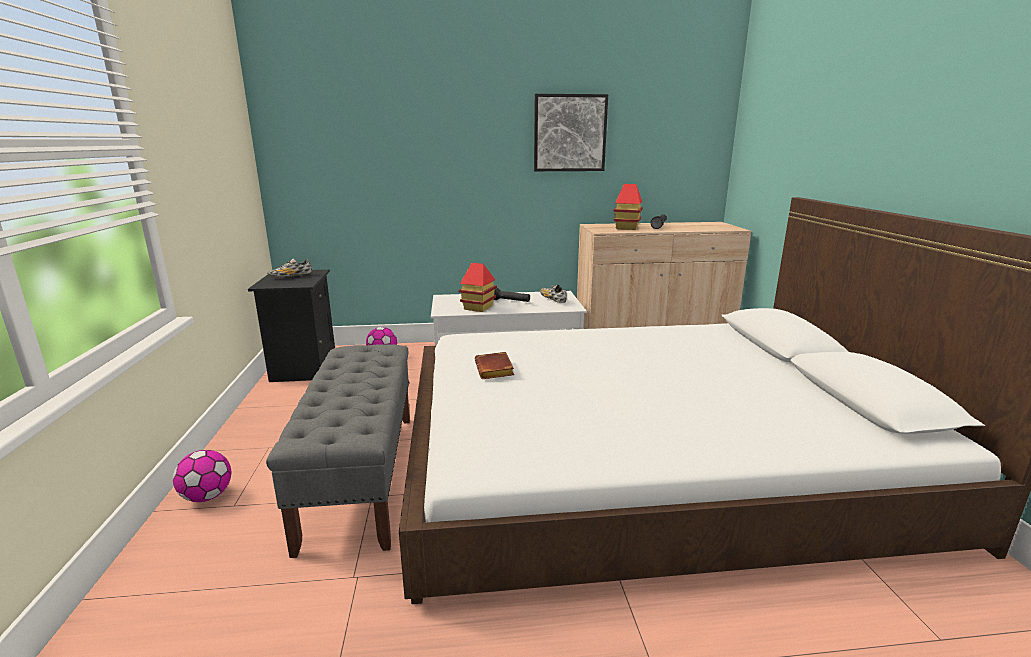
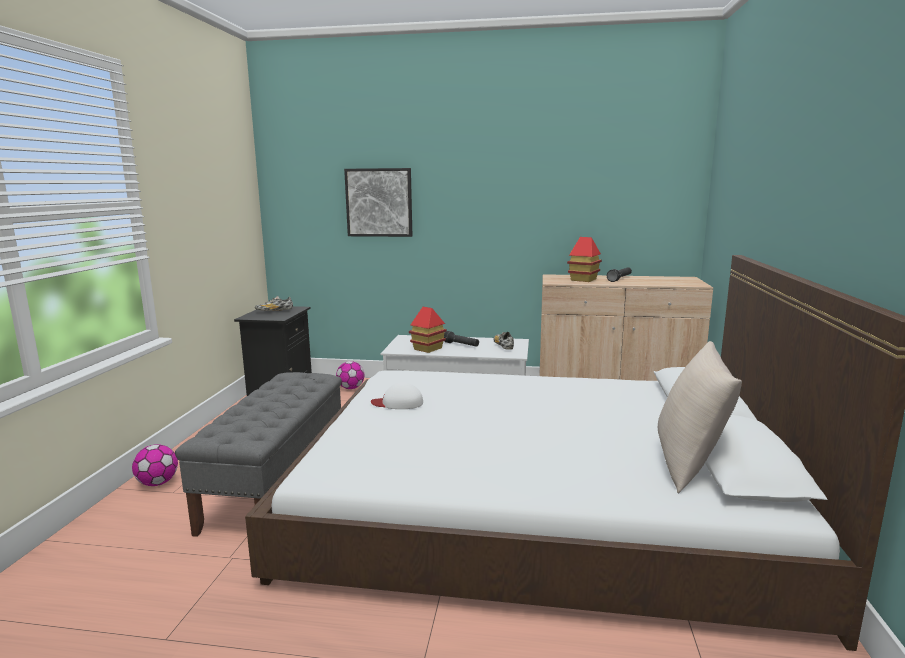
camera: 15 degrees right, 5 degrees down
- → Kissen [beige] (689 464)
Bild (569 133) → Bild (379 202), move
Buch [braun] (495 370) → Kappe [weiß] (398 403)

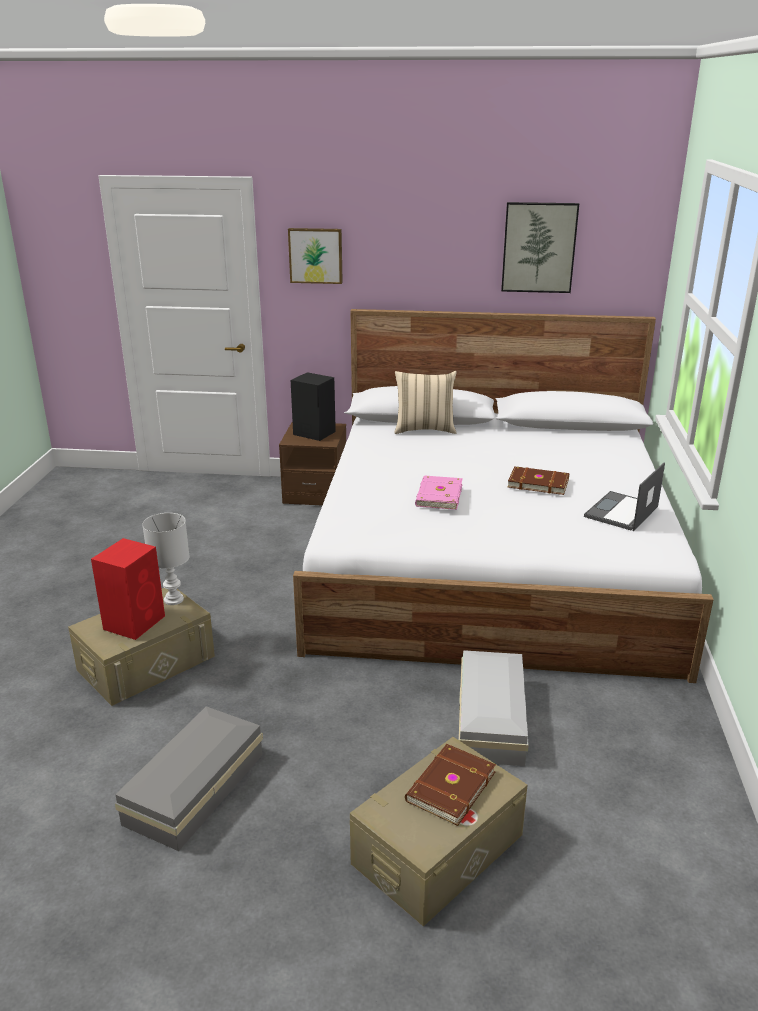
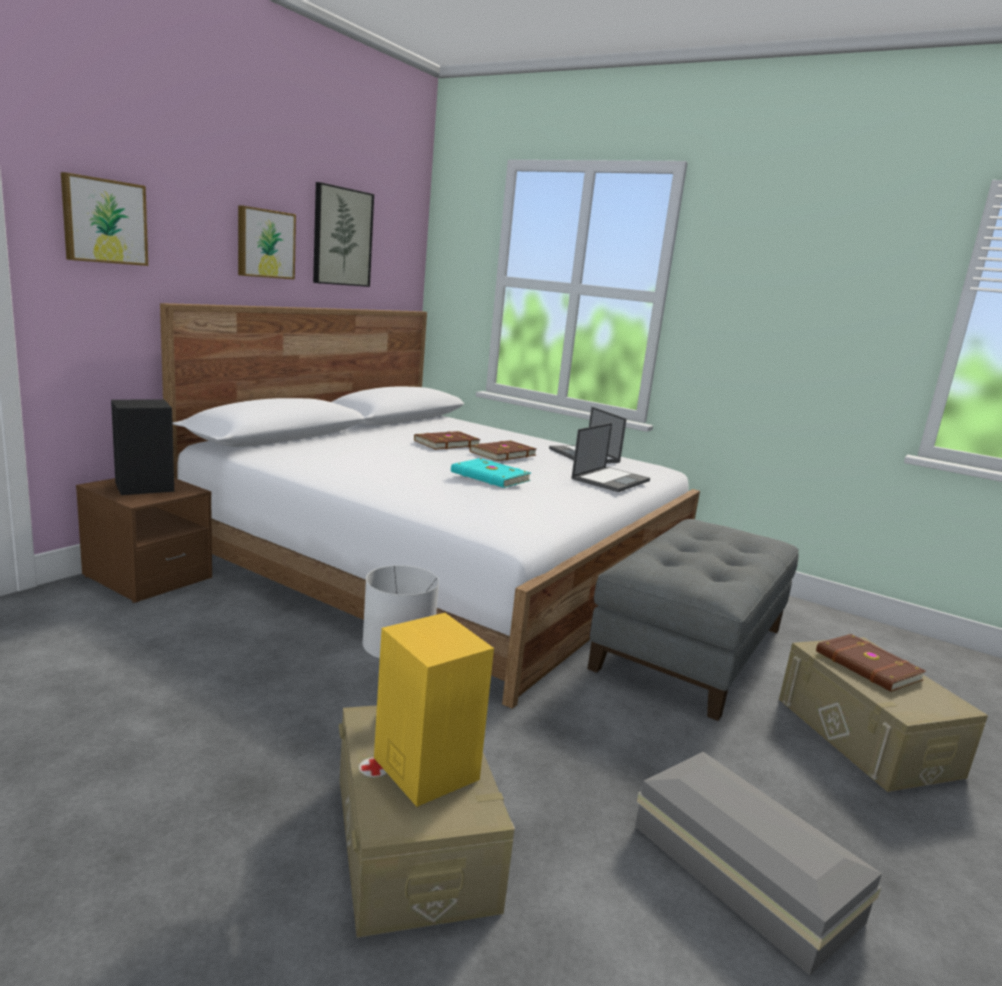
camera: 65 degrees left, 10 degrees down
Kissen [beige] (424 429) → -
- → Bild (265 243)
- → Buch [braun] (446 443)
- → Laptop (611 479)
Aufbewahrungsbox [weiß] (492 717) → Polsterhocker [grau] (689 647)
Lautsprecher [rot] (135 622) → Lautsprecher [gelb] (424 767)
Buch [rosa] (438 495) → Buch [türkis] (489 477)

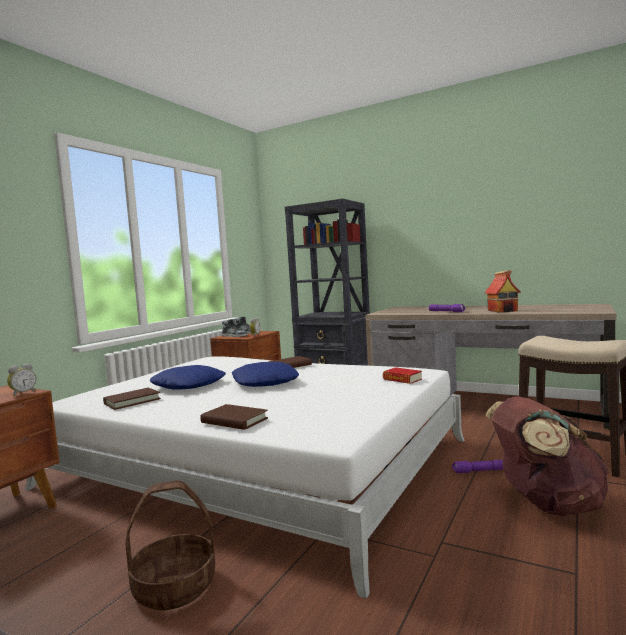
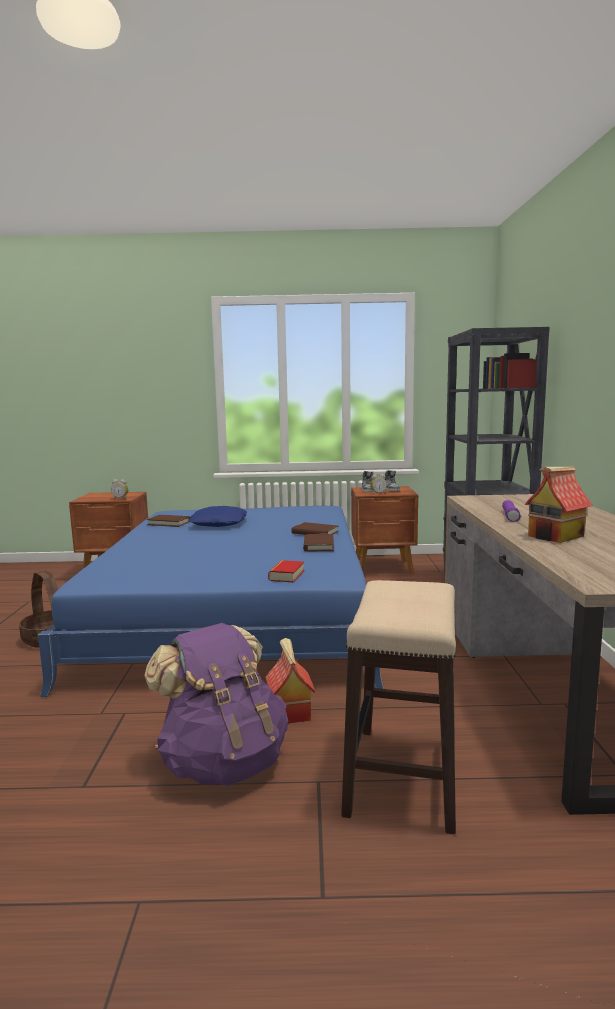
camera: 60 degrees right, 5 degrees up
Kissen [blau] (265 382) → -
Buch [braun] (234 420) → Buch [braun] (318 545), move
Taschenlampe [lila] (479 471) → Spielzeughaus (289 711)
Bett [weiß] (258 463) → Bett [blau] (237 610)
Rucksack [braun] (546 504) → Rucksack [lila] (223 762)

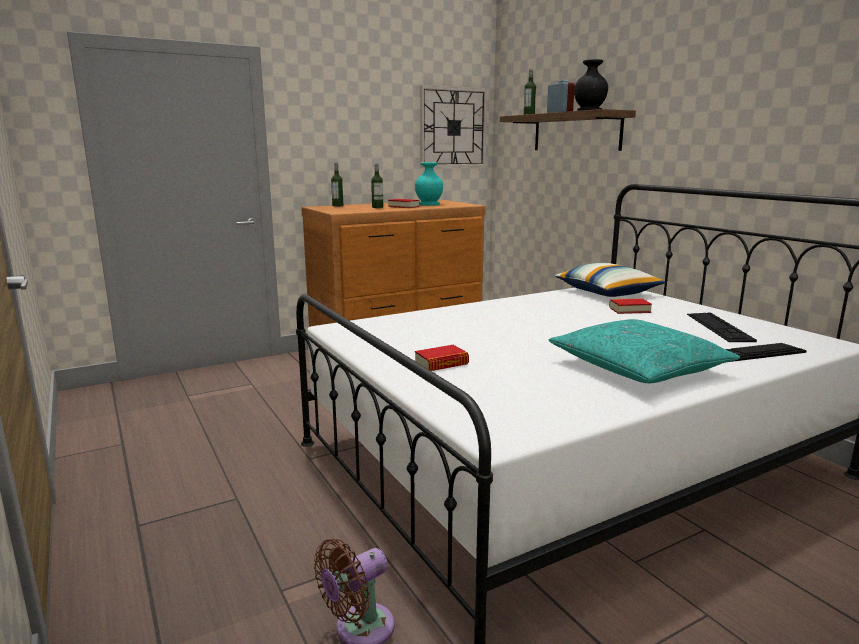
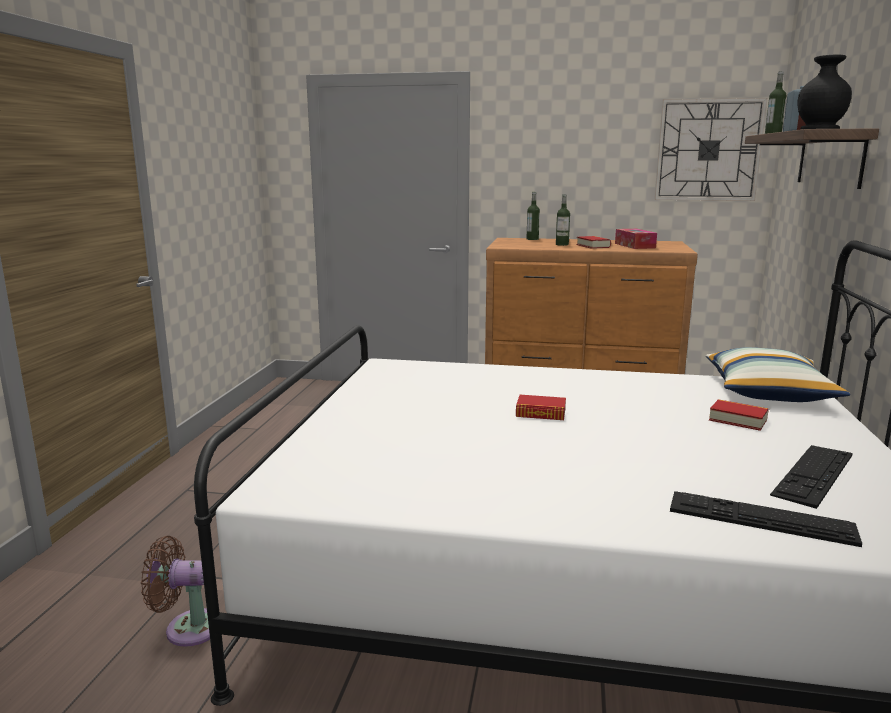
camera: 40 degrees right, 0 degrees up
Kissen [türkis] (638 368) → -
Buch (441 363) → Buch (540 413), move
Vase [türkis] (429 204) → Taschentuchbox (634 245)

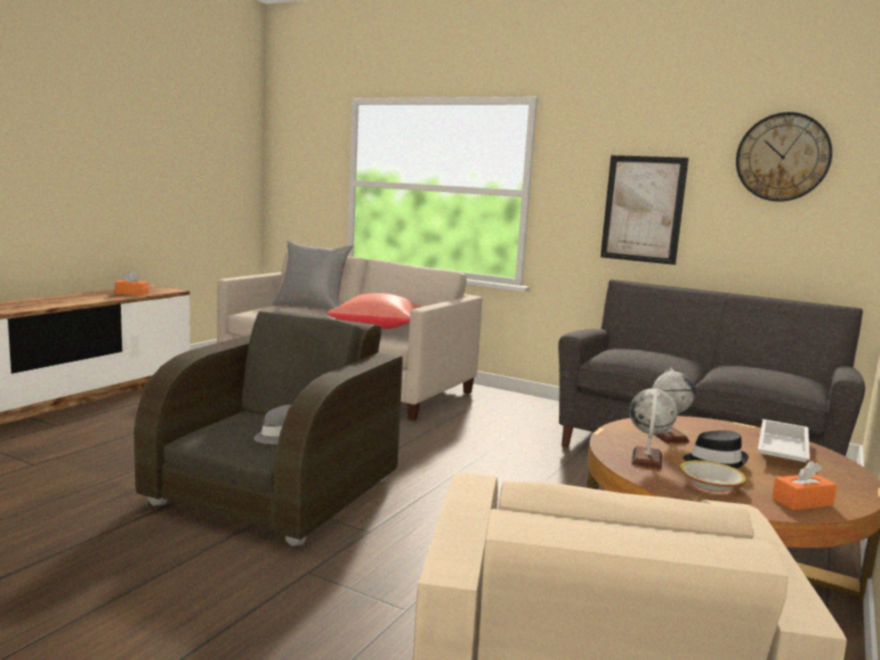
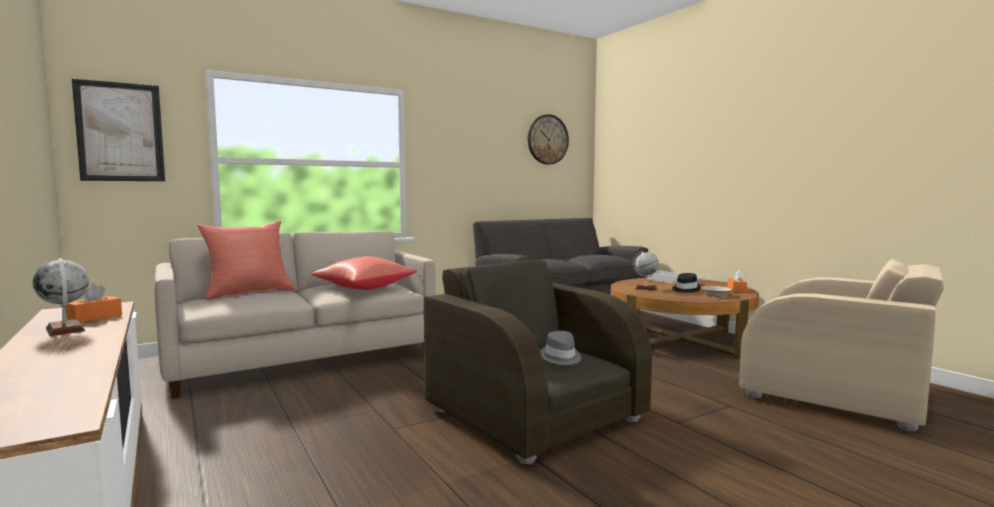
camera: 60 degrees left, 5 degrees down
Bild (643 209) → Bild (120 132), move
Globus (647 459) → Globus (65 329), move
Kissen [grau] (311 308) → Kissen [rot] (248 293)

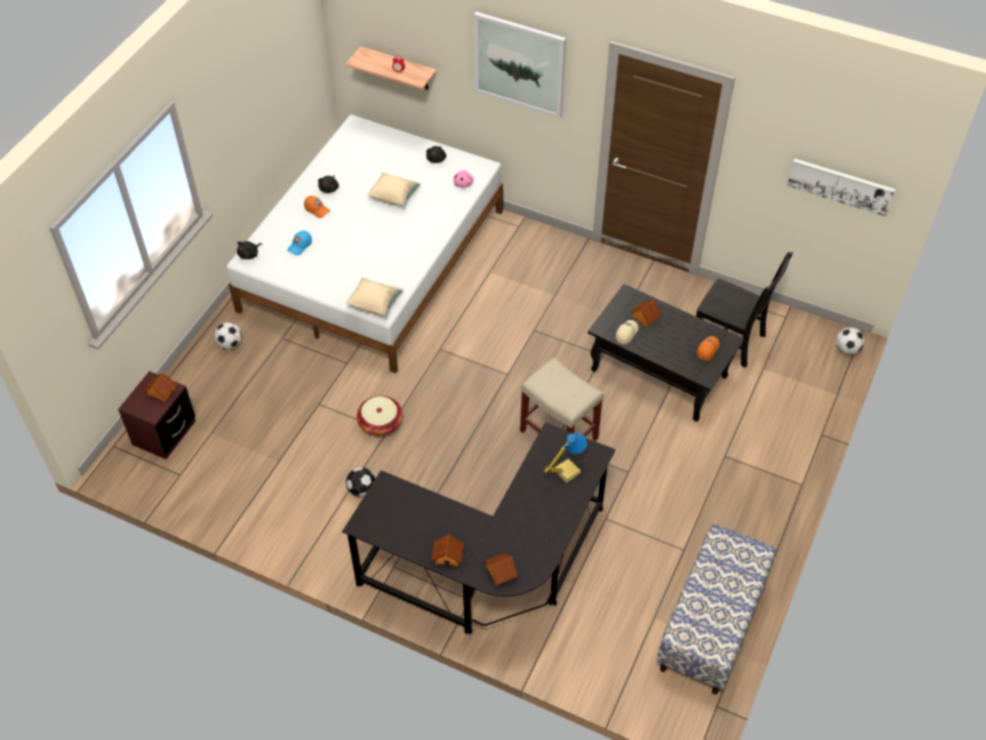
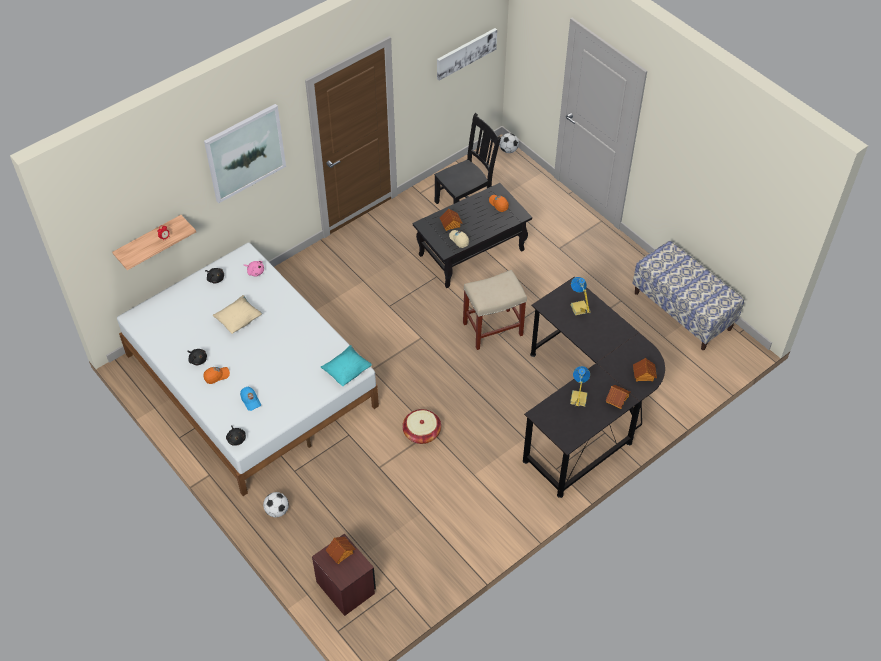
camera: 65 degrees left, 0 degrees up
Fußball (361 490) → -
- → Tischlampe (577 399)
Kissen [beige] (375 304) → Kissen [türkis] (347 371)

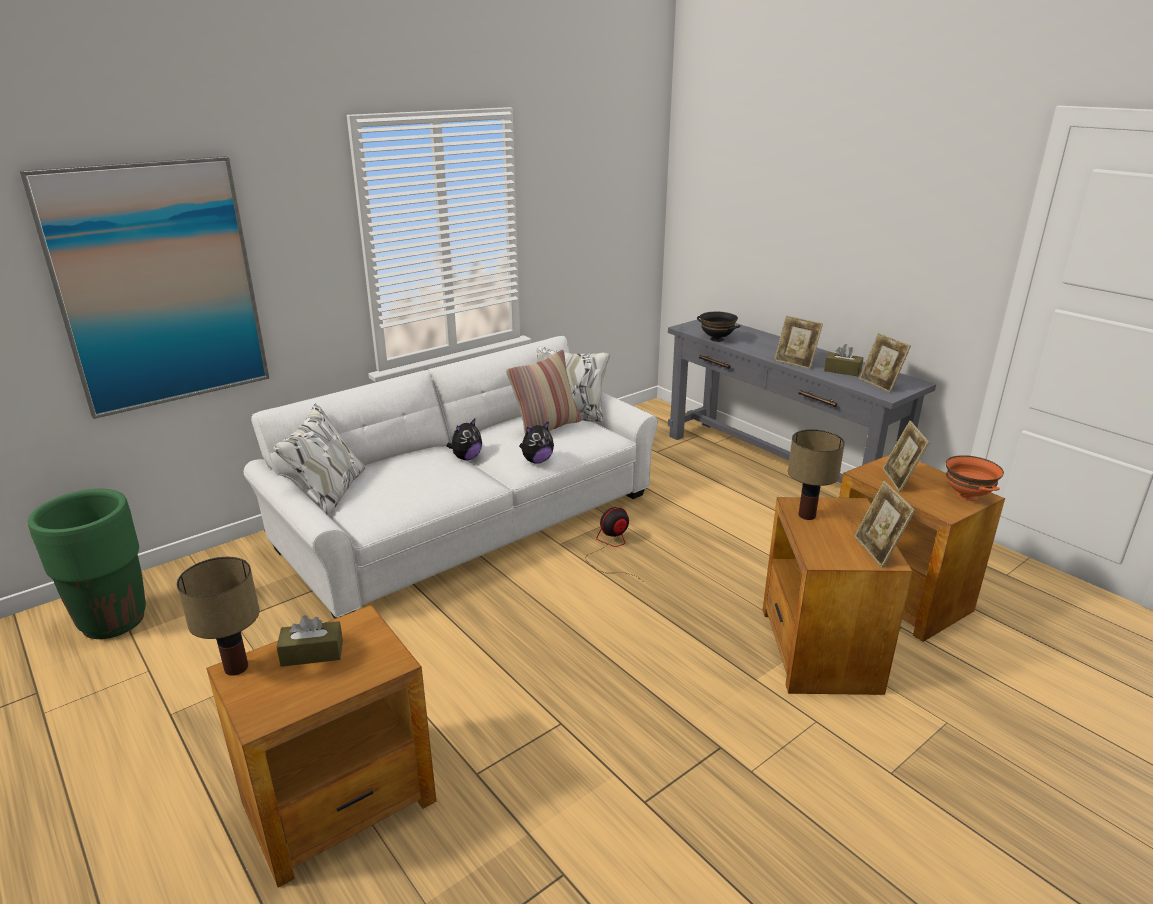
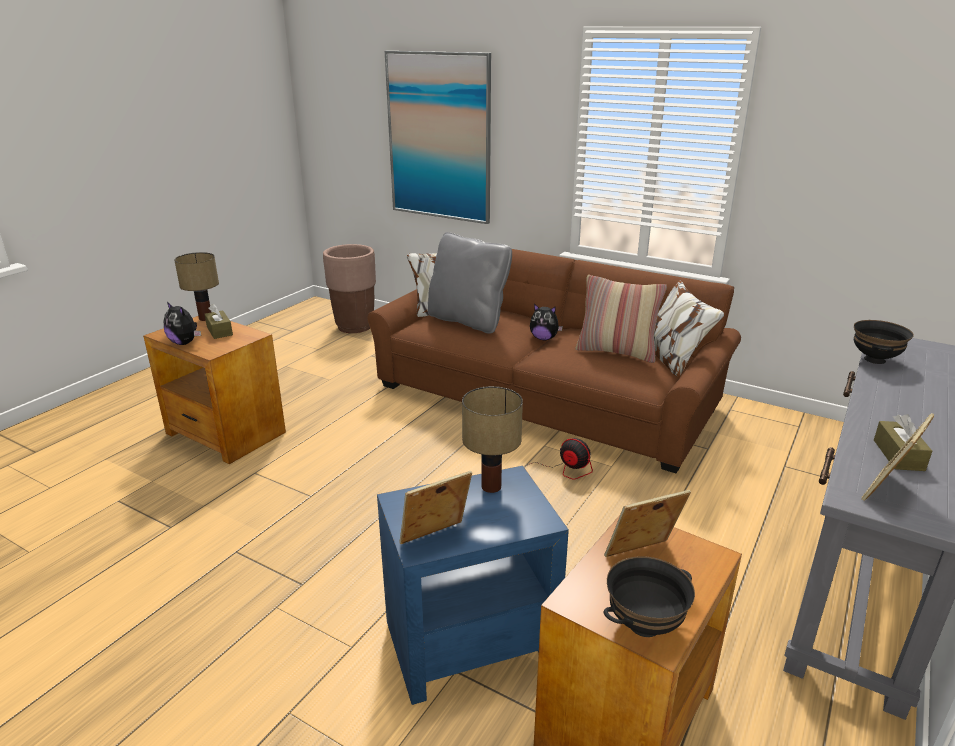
camera: 70 degrees right, 0 degrees up
Bilderrahmen (795 363) → -
- → Kissen [grau] (468 321)
Plüschtier (537 461) → Plüschtier (185 343), move
Pflanzkübel [grün] (113 622) → Pflanzkübel [braun] (354 327)
Sofa [weiß] (470 520) → Sofa [braun] (544 397)
Beistelltisch [braun] (818 650) → Beistelltisch [blau] (468 641)
Schüssel [orange] (966 496) → Schüssel [schwarz] (644 624)

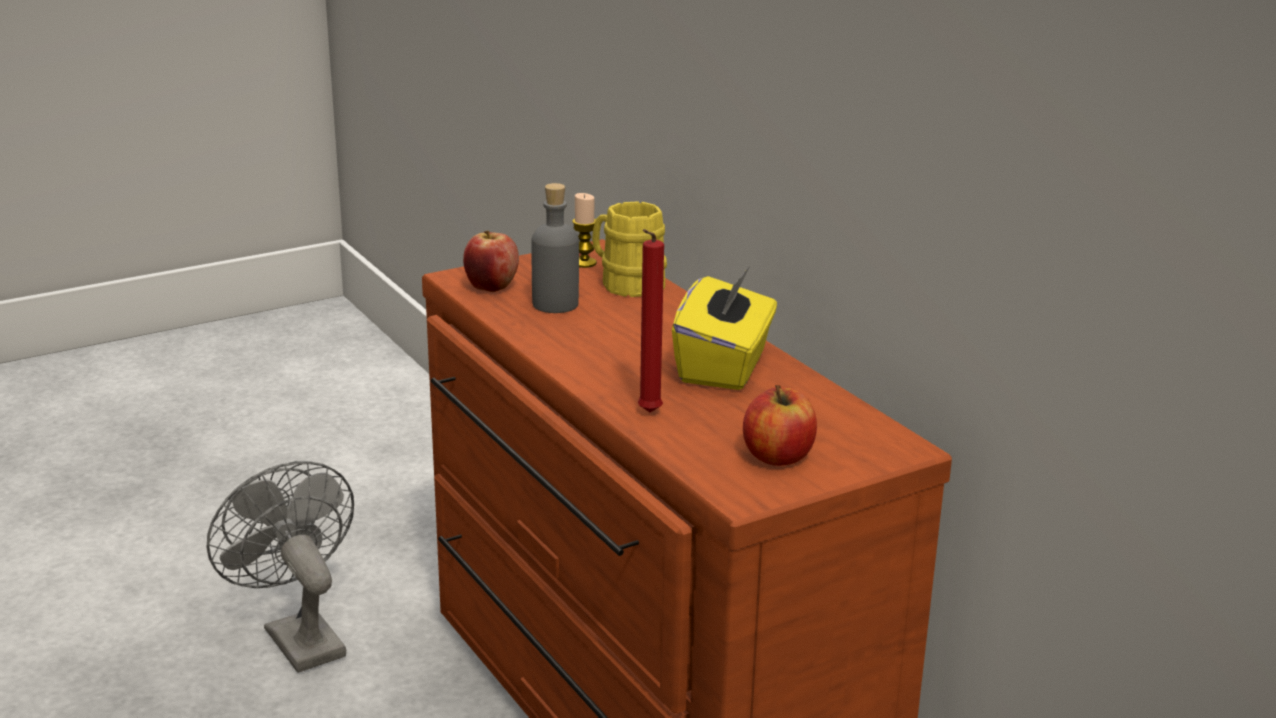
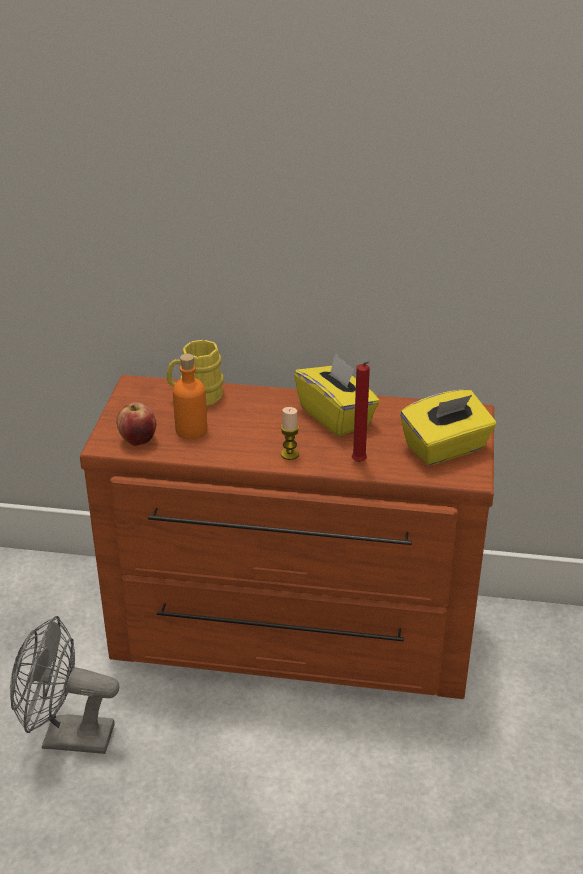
camera: 50 degrees left, 10 degrees up
Kerze (584 263) → Kerze (289 454), move
Apfel (778 456) → Taschentuchbox [gelb] (446 448)
Flasche [grau] (555 304) → Flasche [orange] (191 430)

